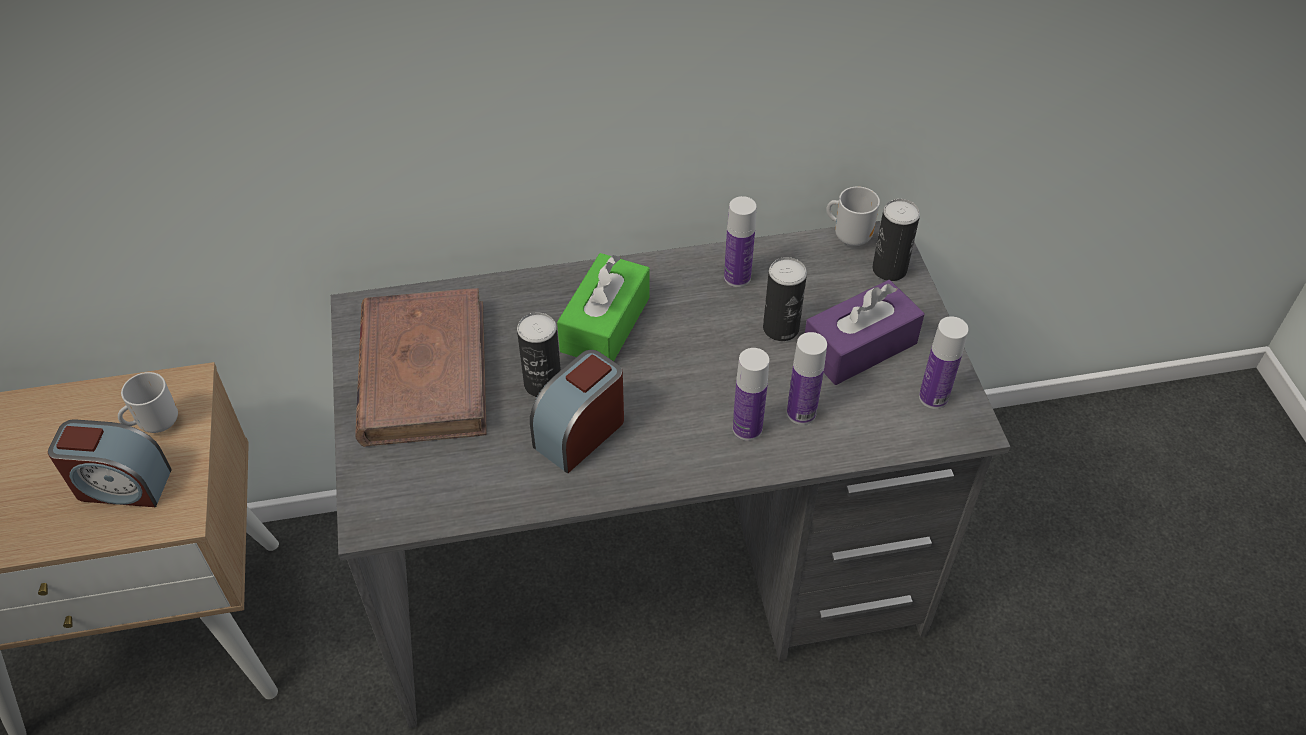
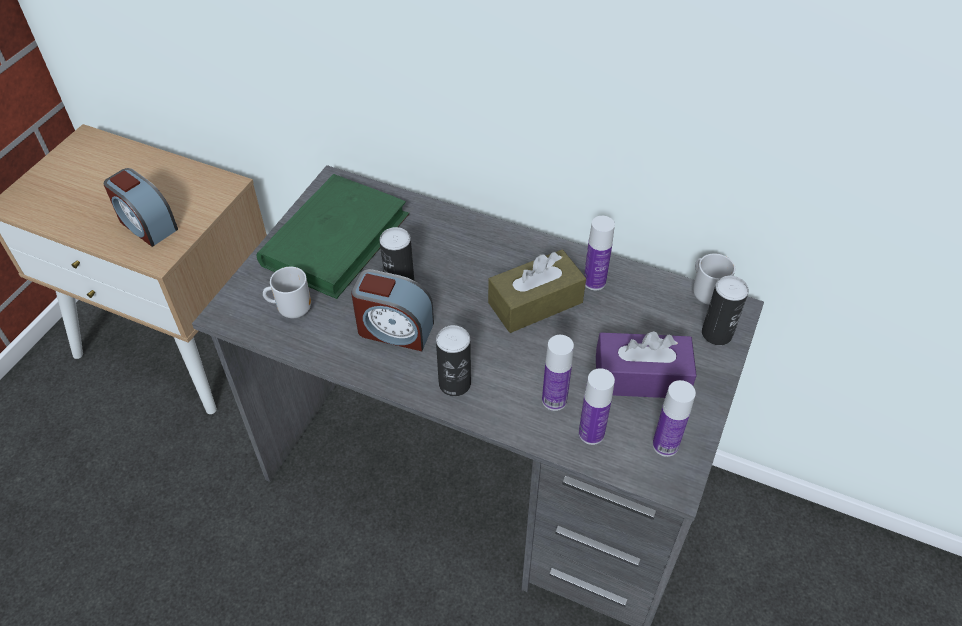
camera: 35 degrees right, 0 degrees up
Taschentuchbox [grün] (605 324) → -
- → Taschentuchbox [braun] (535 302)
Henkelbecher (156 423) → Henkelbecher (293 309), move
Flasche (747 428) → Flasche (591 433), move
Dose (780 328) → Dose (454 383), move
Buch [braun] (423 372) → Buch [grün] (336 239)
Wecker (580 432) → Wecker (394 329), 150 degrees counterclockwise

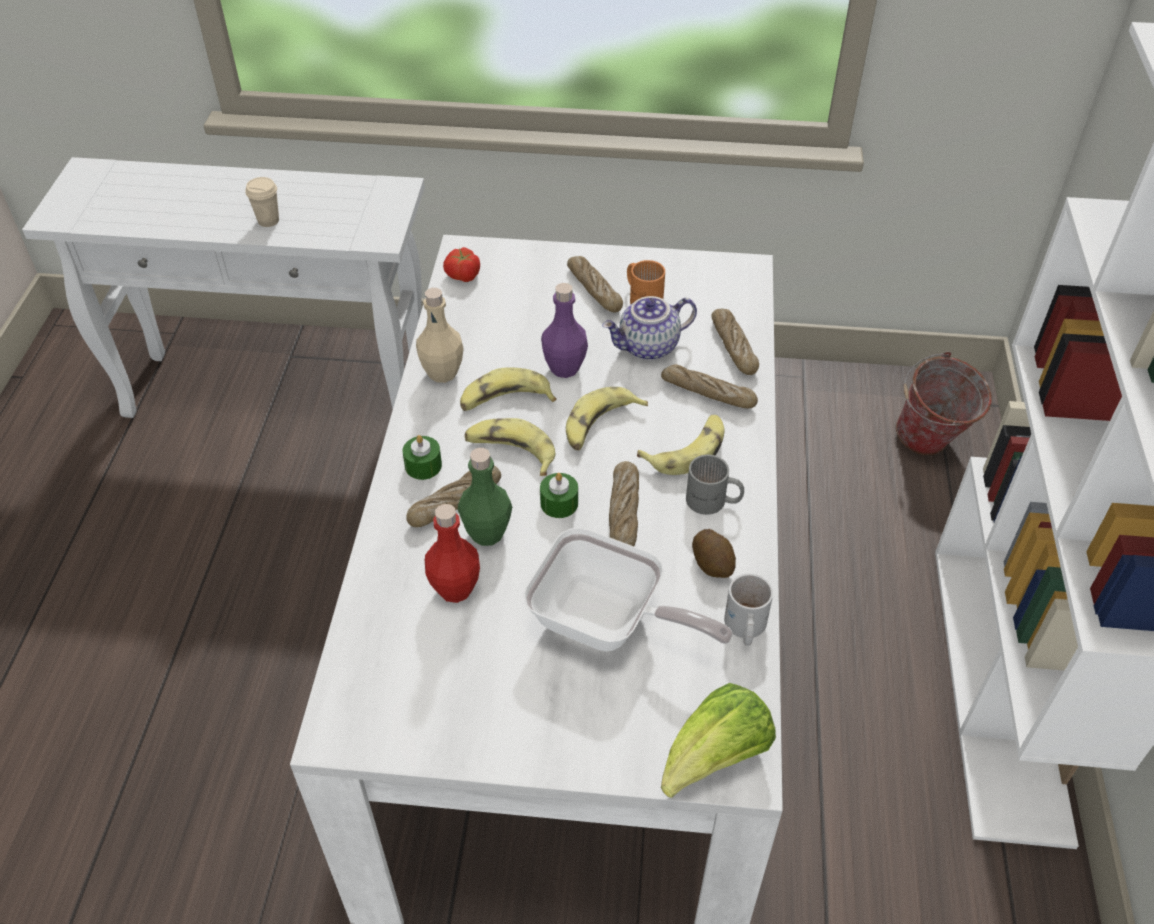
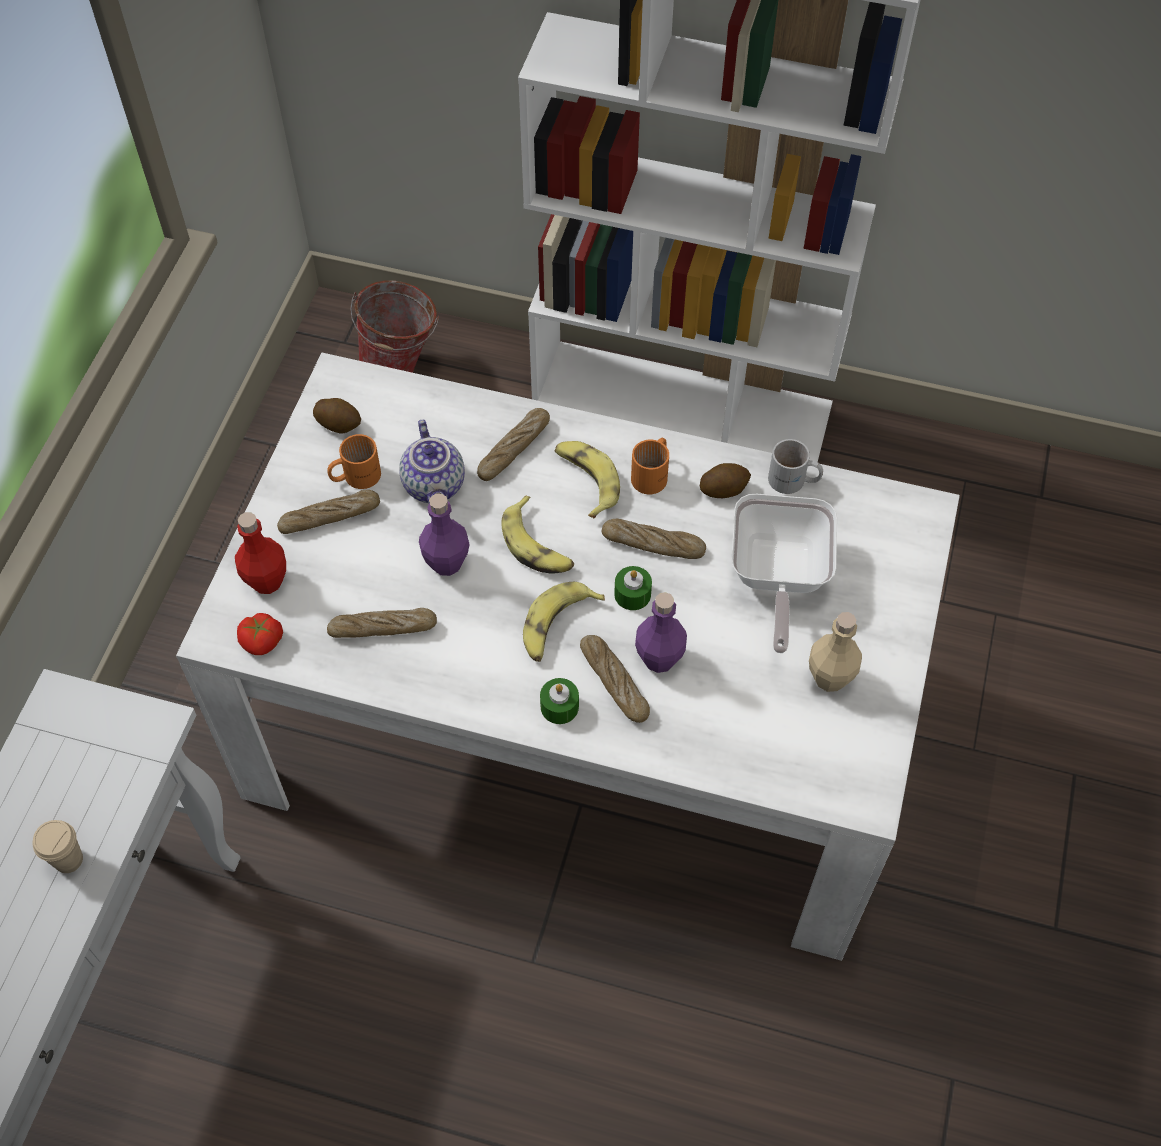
camera: 80 degrees left, 10 degrees up
Banane (505 400) → -
Salatkopf (714 758) → -
- → Kartoffel (339 424)
Flasche [beige] (442 373) → Flasche [beige] (830 678), move
Flasche [rot] (455 589) → Flasche [rot] (267 581), move
Brot (733 347) → Brot (382 628), move
Flasche [grün] (487 533) → Flasche [lila] (659 659)
Henkelbecher [grau] (713 502) → Henkelbecher [orange] (653 474)
Pfanne (607 623) → Pfanne (777 578), 150 degrees clockwise

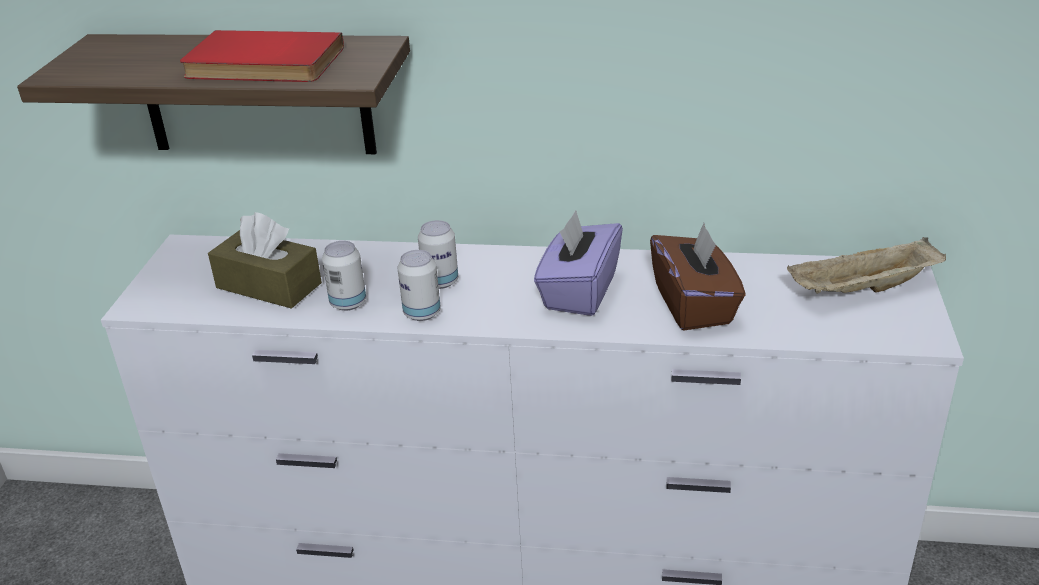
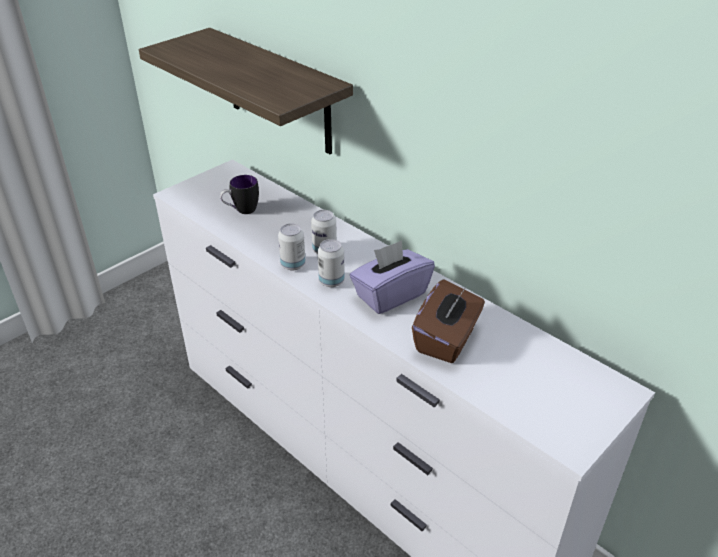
camera: 35 degrees right, 5 degrees up
Buch [rot] (262 64) → -
Tablett [beige] (862 290) → -
Dose (348 303) → Dose (331 281), move
Taschentuchbox [braun] (269 285) → Henkelbecher (241 211)

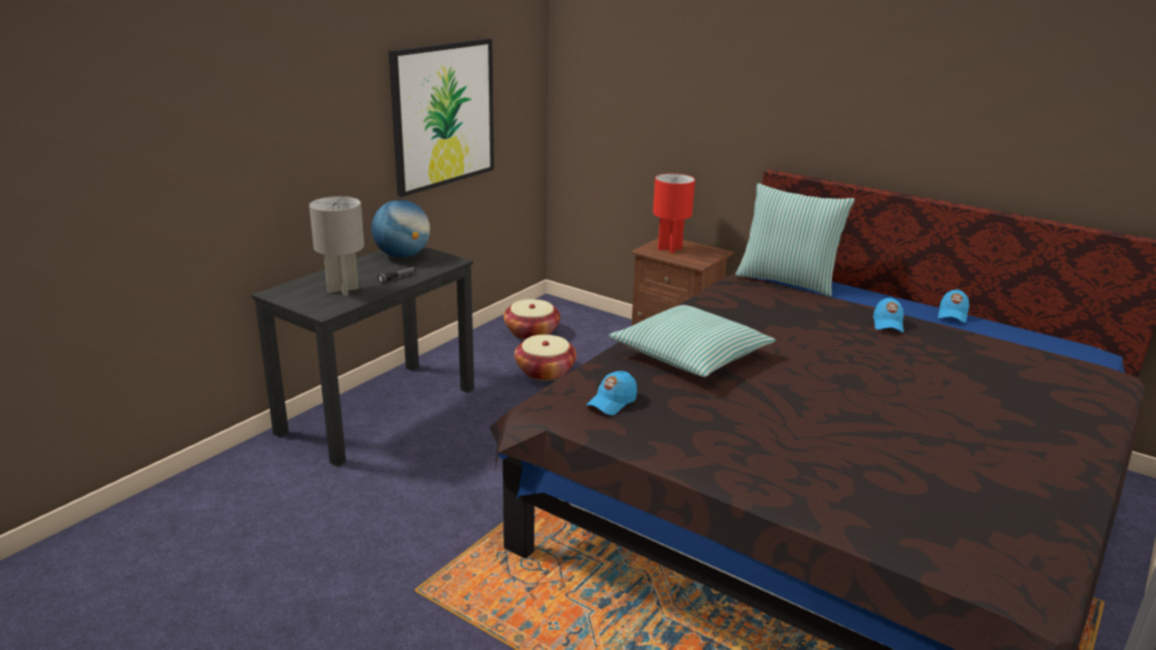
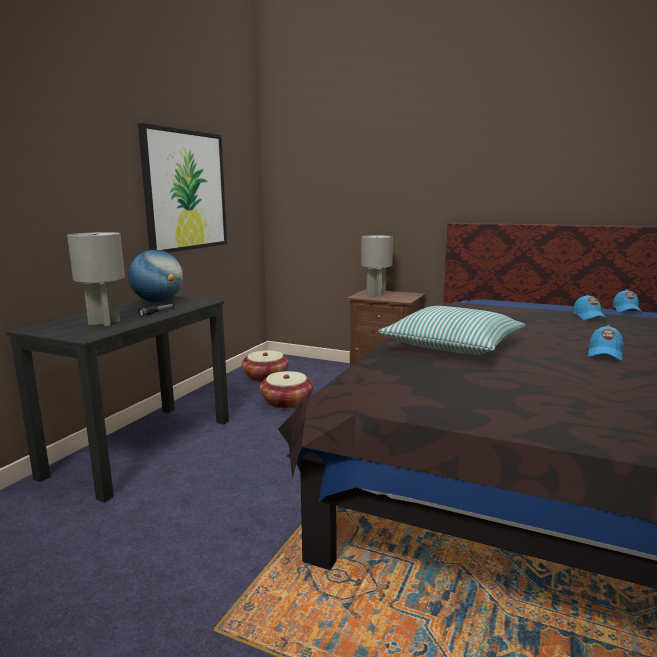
camera: 10 degrees left, 10 degrees down
Kissen (787 281) → -
Kappe [blau] (611 402) → Kappe [blau] (605 354), move
Tischlampe [rot] (669 249) → Tischlampe [grau] (375 294)

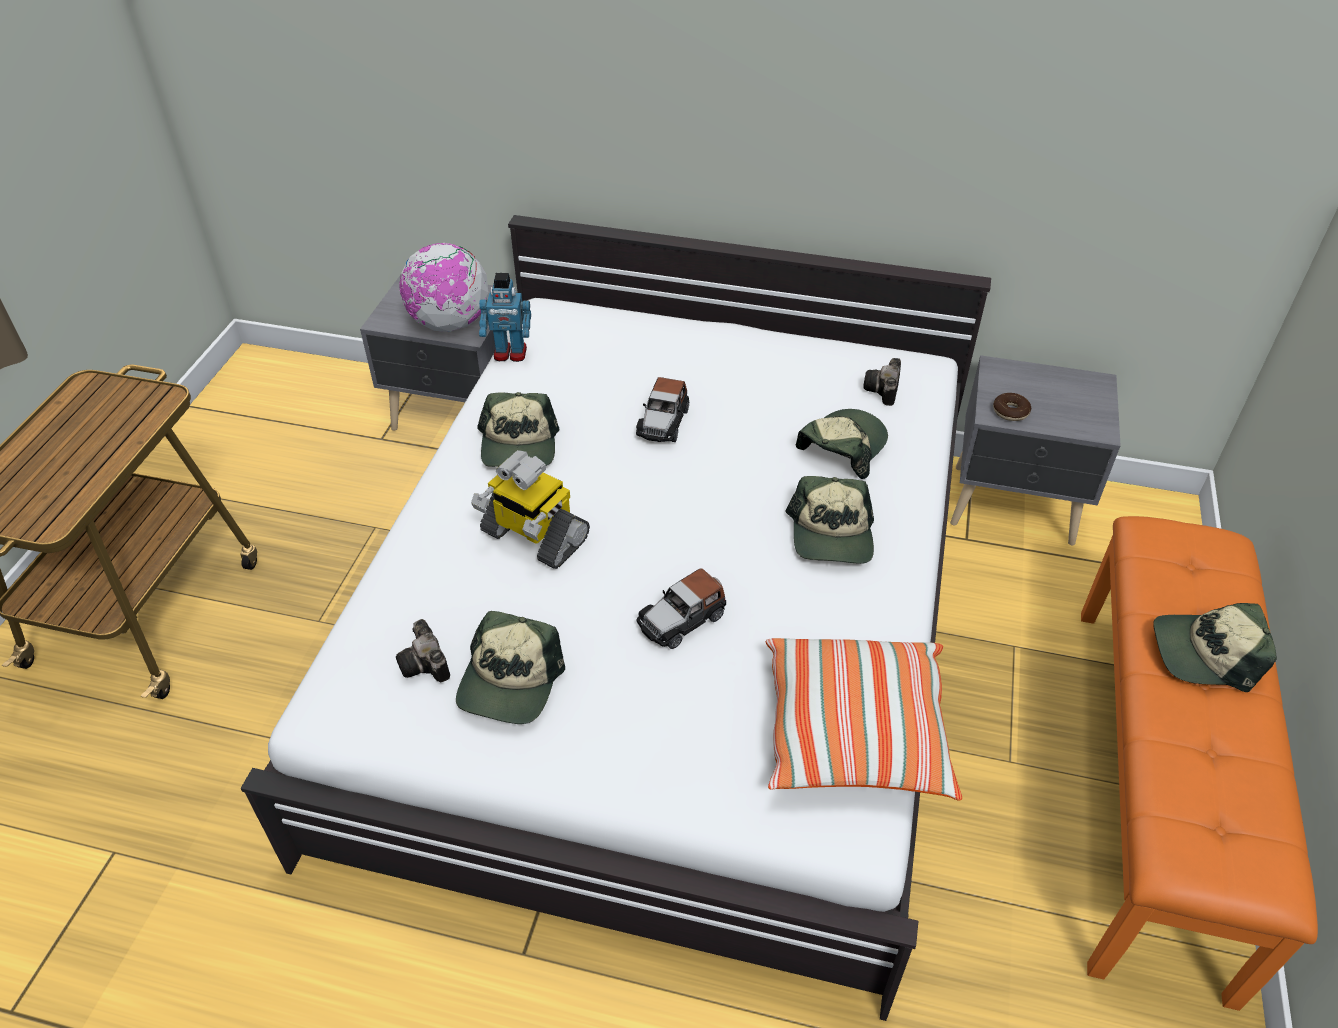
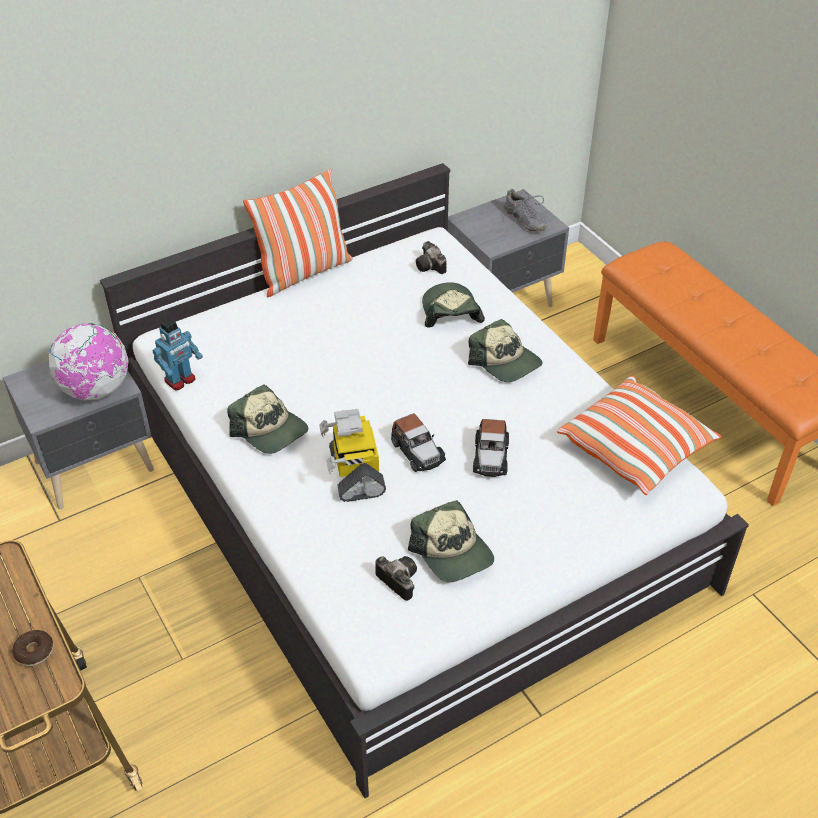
camera: 45 degrees left, 0 degrees up
Kappe (1205 653) → -
- → Kissen (304 273)
- → Schuh [grau] (524 220)
Spielzeugauto (663 422) → Spielzeugauto (417 451), move
Donut (1010 412) → Donut (34 651), move
Kamera (426 665) → Kamera (397 580), 150 degrees counterclockwise
Spielzeugroboter (533 536) → Spielzeugroboter (355 472), 90 degrees clockwise

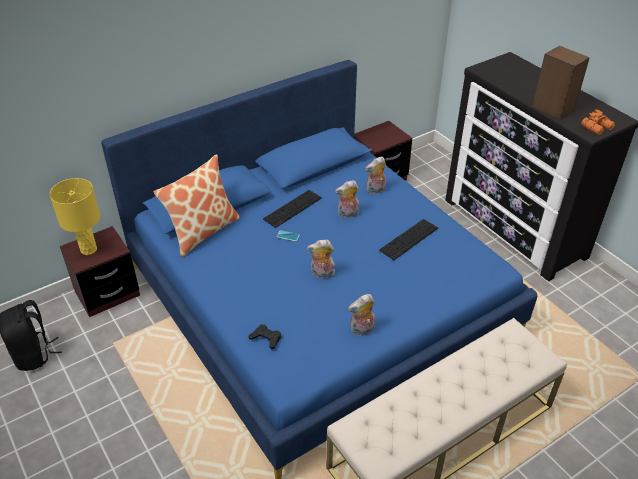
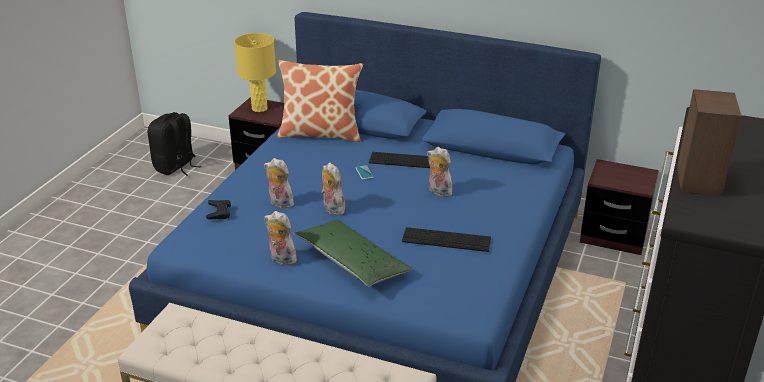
camera: 55 degrees right, 10 degrees down
Fernglas [orange] (597 127) → -
- → Kissen [grün] (352 262)
Plüschtier (375 190) → Plüschtier (279 204), move

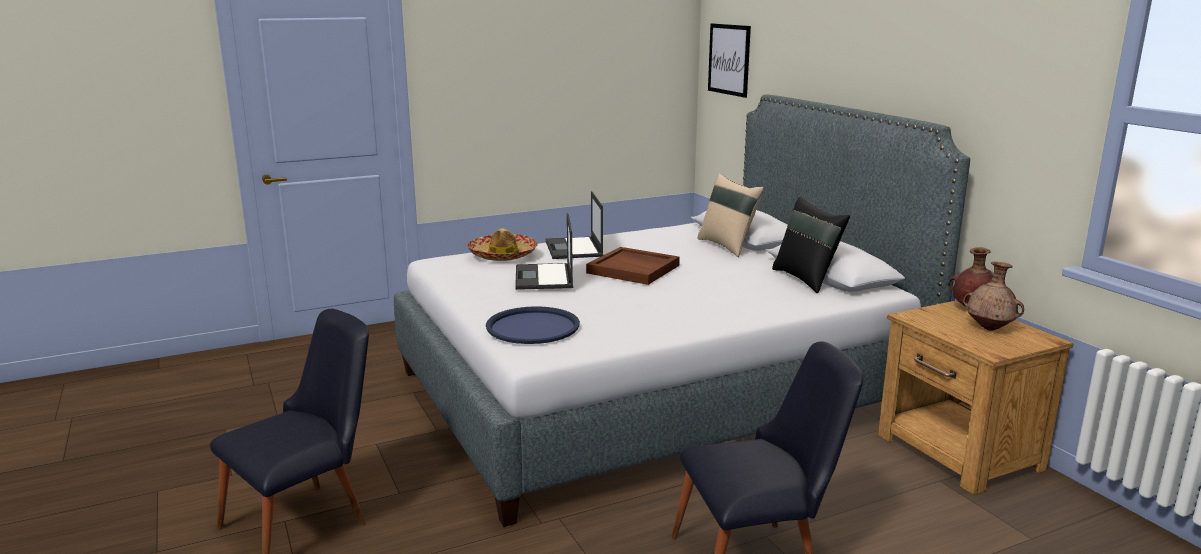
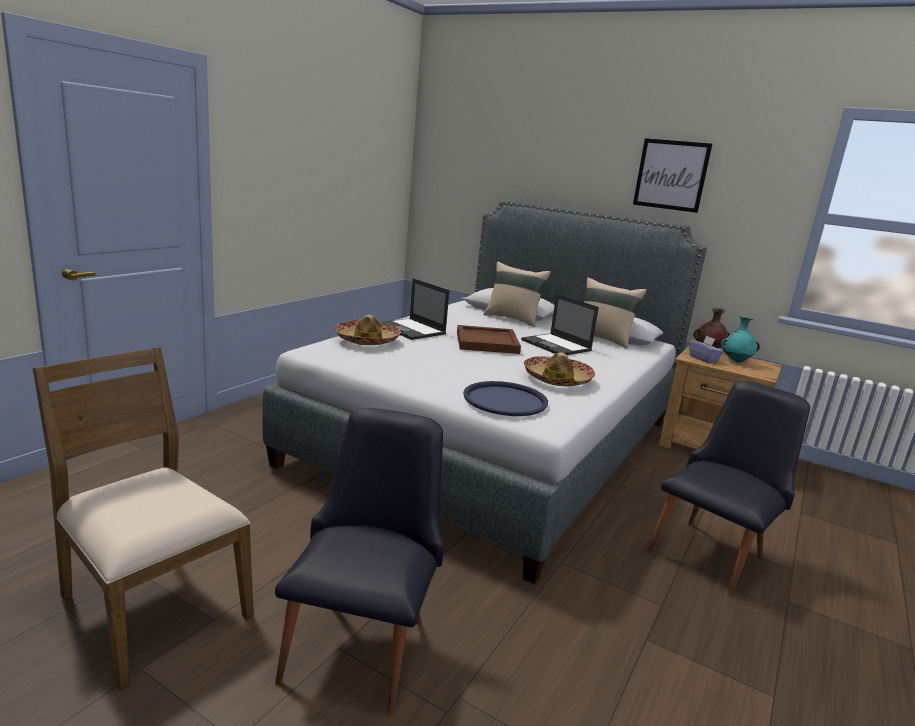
camera: 35 degrees left, 0 degrees up
- → Stuhl [braun] (152 607)
- → Hut (557 379)
- → Taschentuchbox [lila] (703 359)
Laptop (544 277) → Laptop (556 345), move
Bild (729 59) → Bild (671 175), move
Kissen [schwarz] (806 279) → Kissen [beige] (602 339)
Vase [braun] (990 328) → Vase [türkis] (736 361)

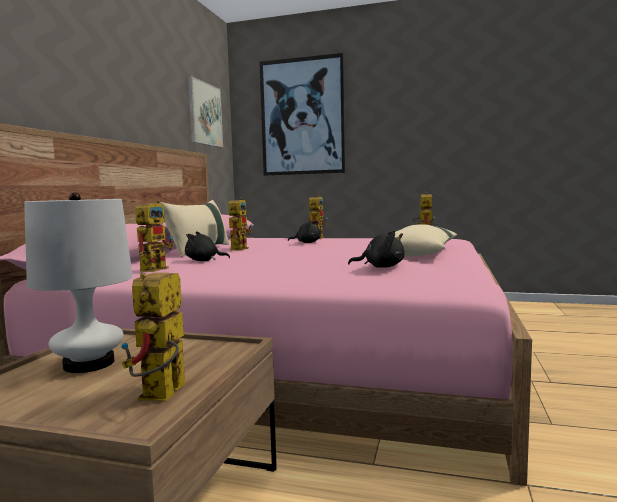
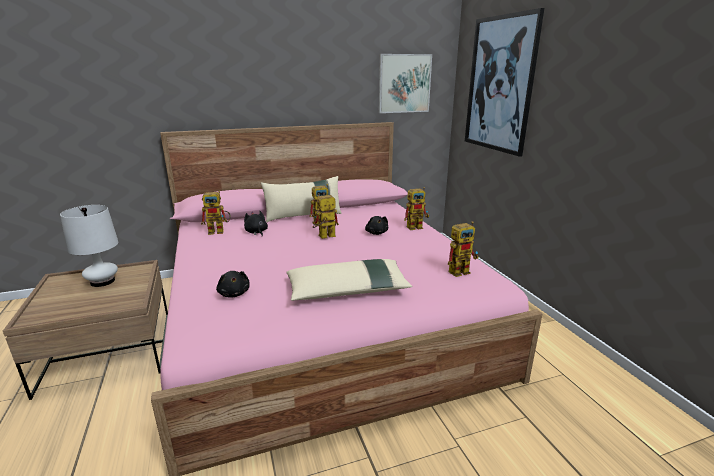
camera: 55 degrees right, 15 degrees up
Spielzeugroboter (162 396) → Spielzeugroboter (324 237), move

